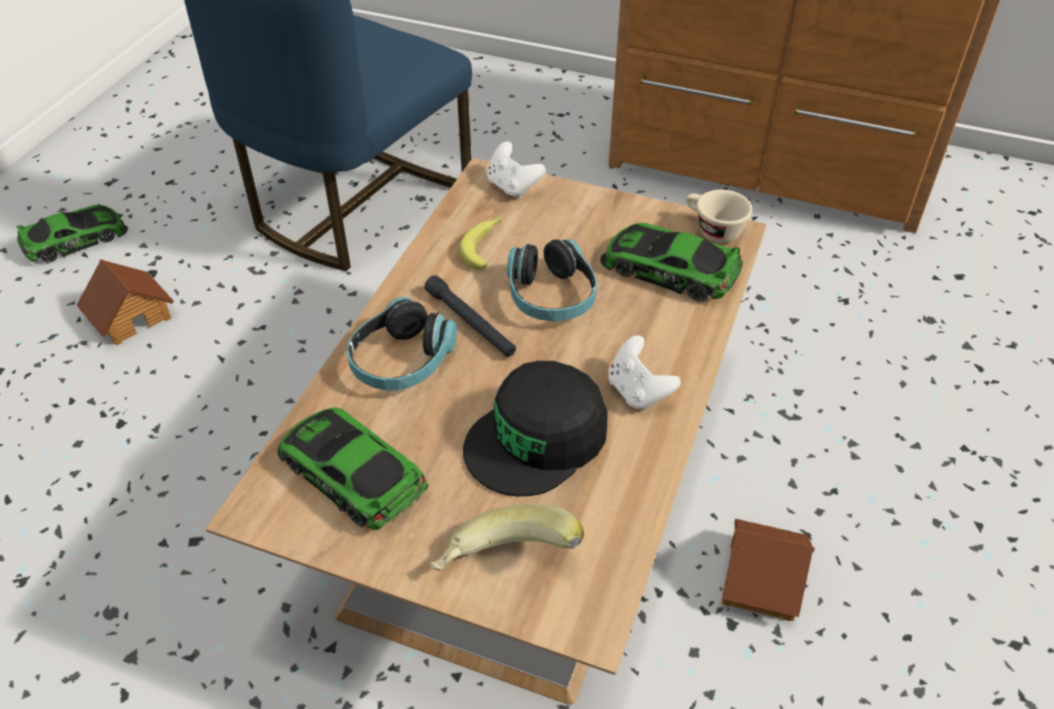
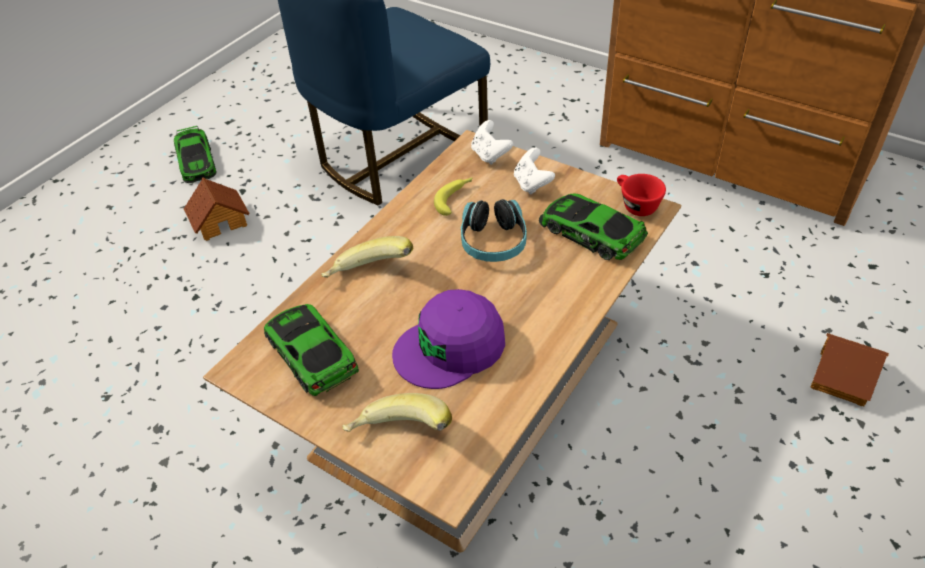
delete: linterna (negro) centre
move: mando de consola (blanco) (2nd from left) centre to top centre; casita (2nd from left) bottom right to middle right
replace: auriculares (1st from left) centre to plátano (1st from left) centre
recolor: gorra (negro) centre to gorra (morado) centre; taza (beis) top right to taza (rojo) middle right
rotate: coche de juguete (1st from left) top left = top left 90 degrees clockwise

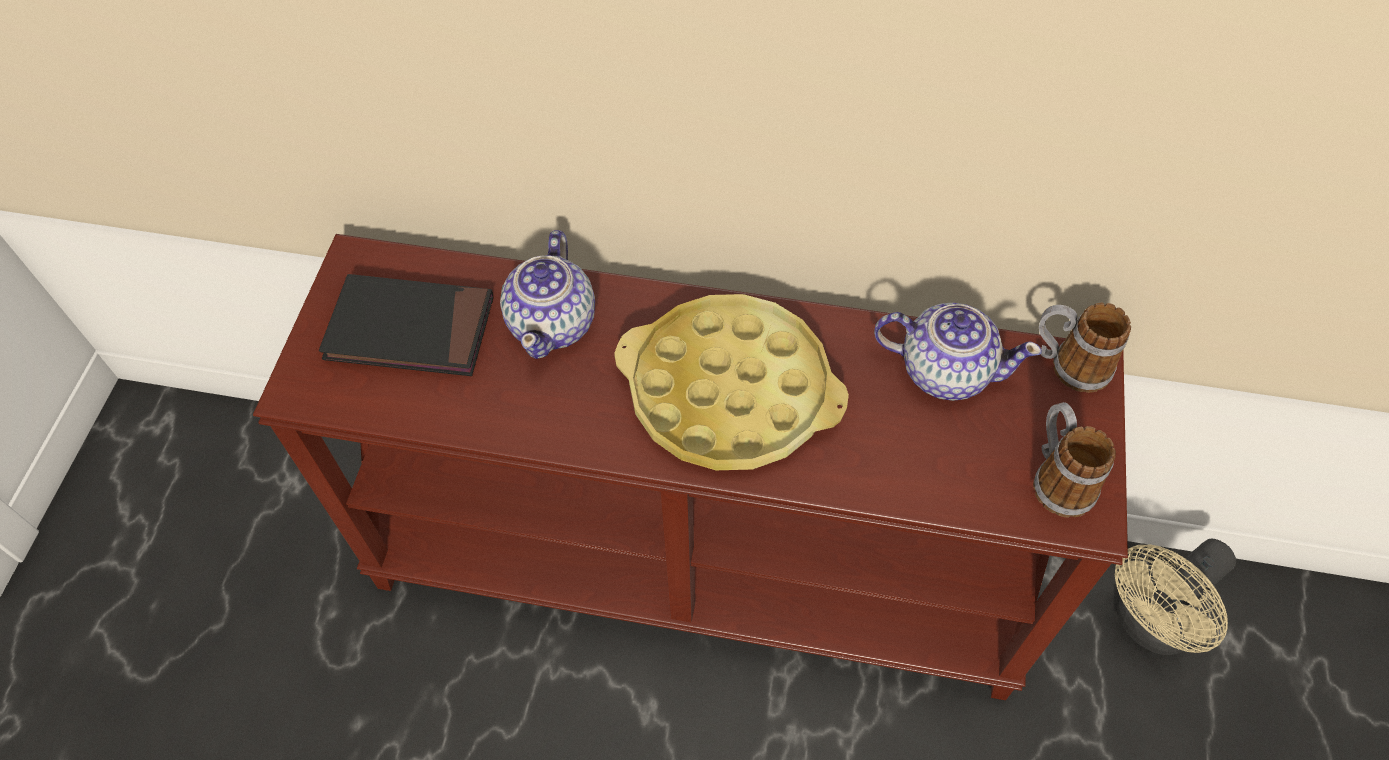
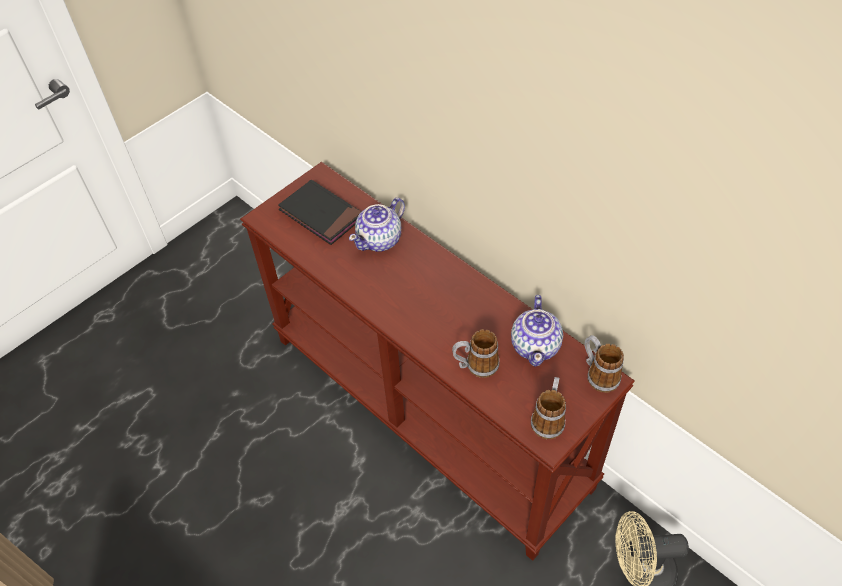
delete: bandeja (amarillo) centre
insert: taza grande (1st from left) centre
rotate: tetera (2nd from left) middle right = centre 45 degrees clockwise

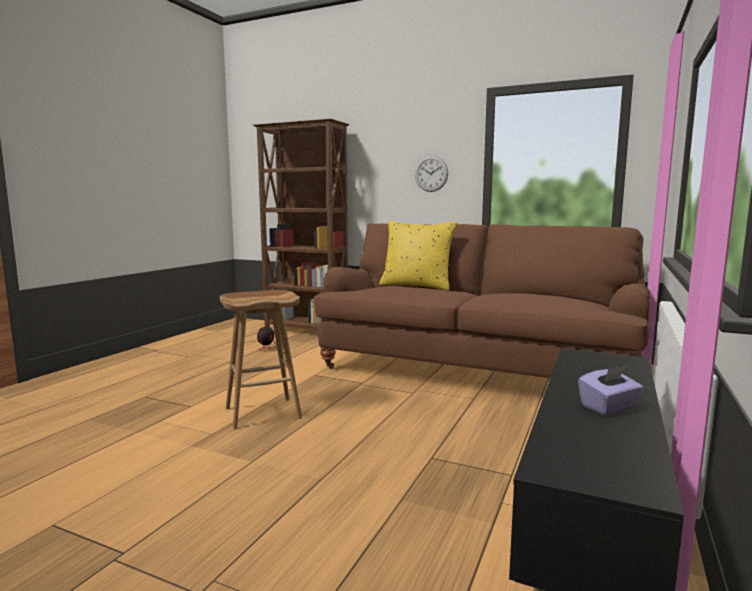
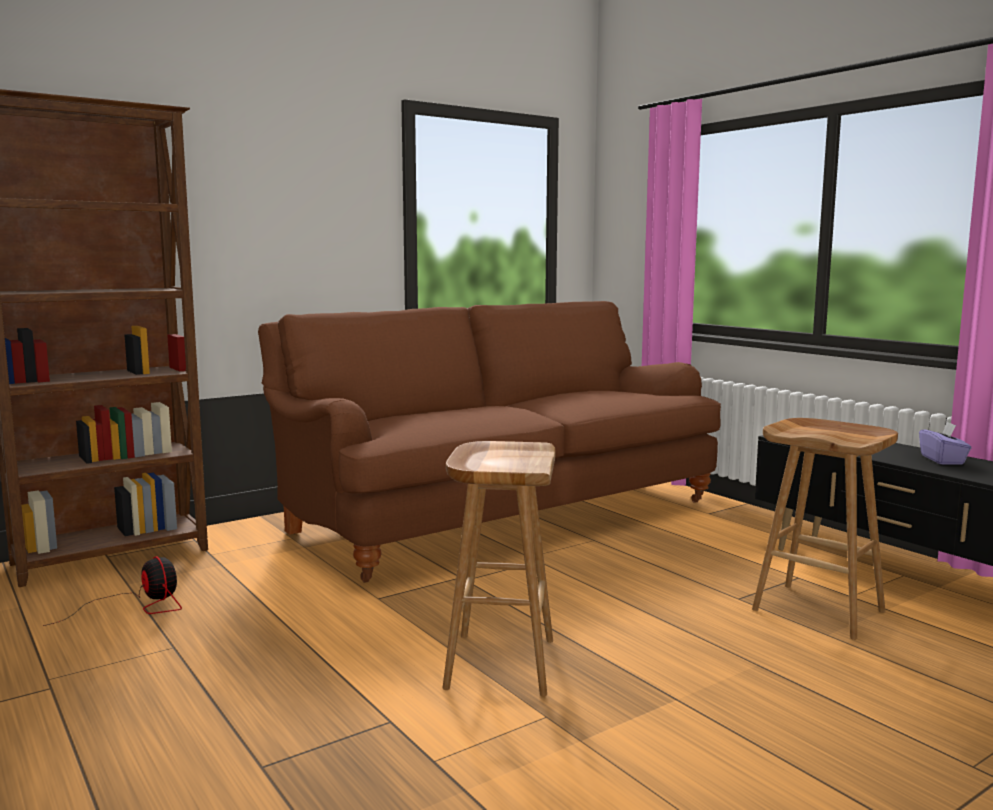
delete: cojín (amarillo) centre; reloj de pared top centre
insert: taburete (marrón) (2nd from left) middle right

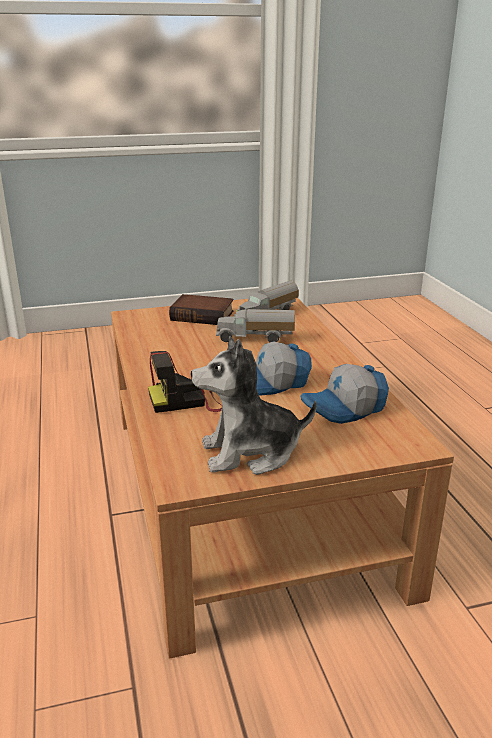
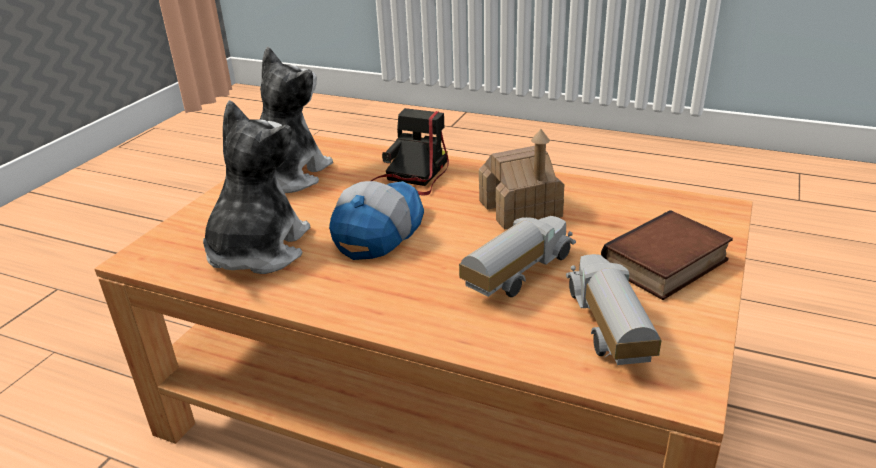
insert: casita centre
replace: gorra (2nd from left) middle right to peluche (1st from left) middle left

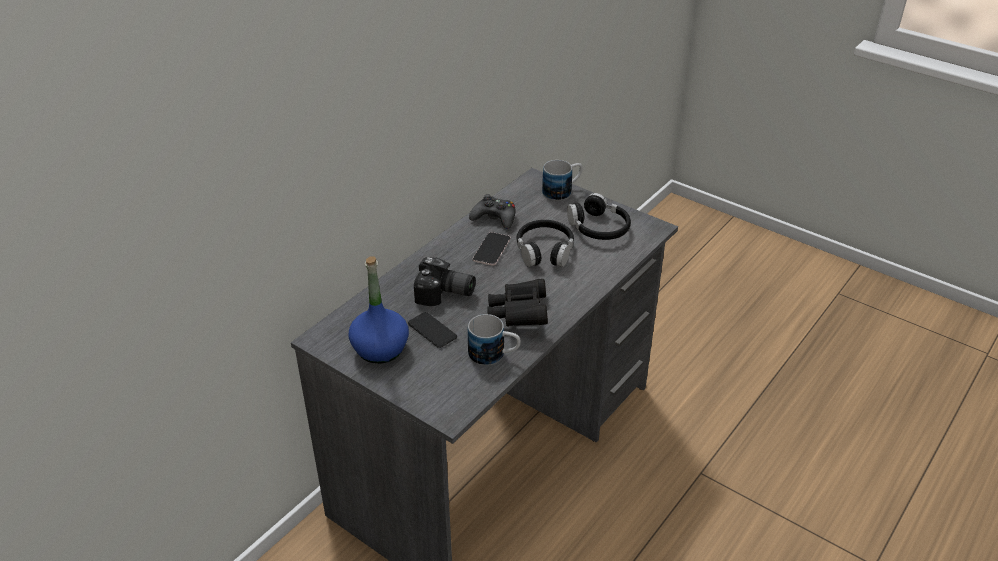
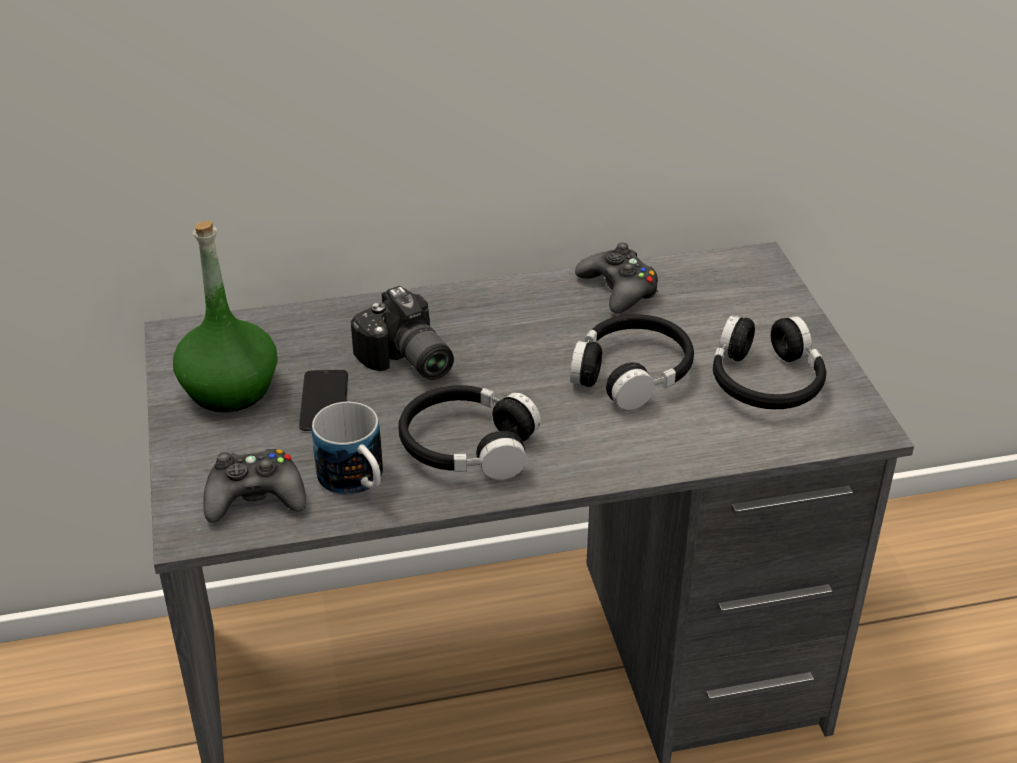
delete: móvil (2nd from left) centre; taza grande (2nd from left) top centre
insert: mando de consola (negro) (1st from left) middle left
replace: prismáticos (negro) centre to auriculares (negro) (1st from left) centre
recolor: botella (azul) centre to botella (verde) middle left

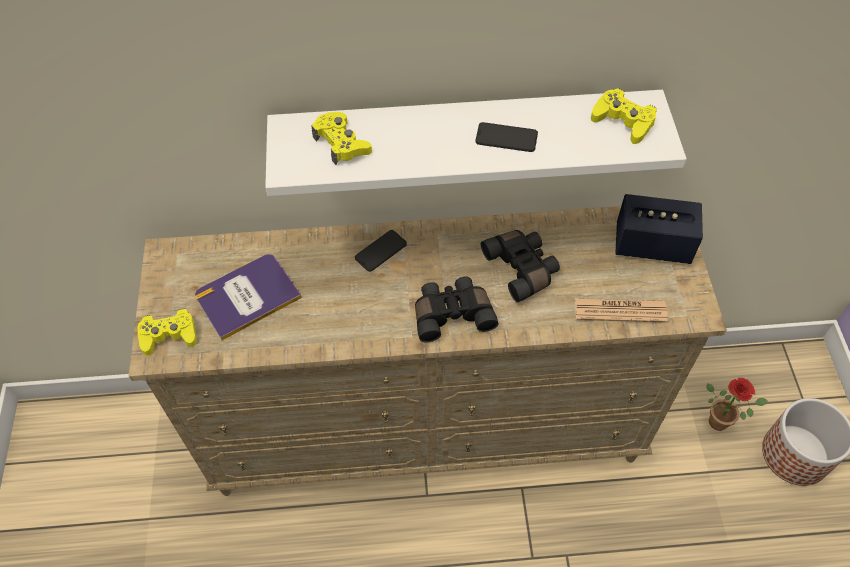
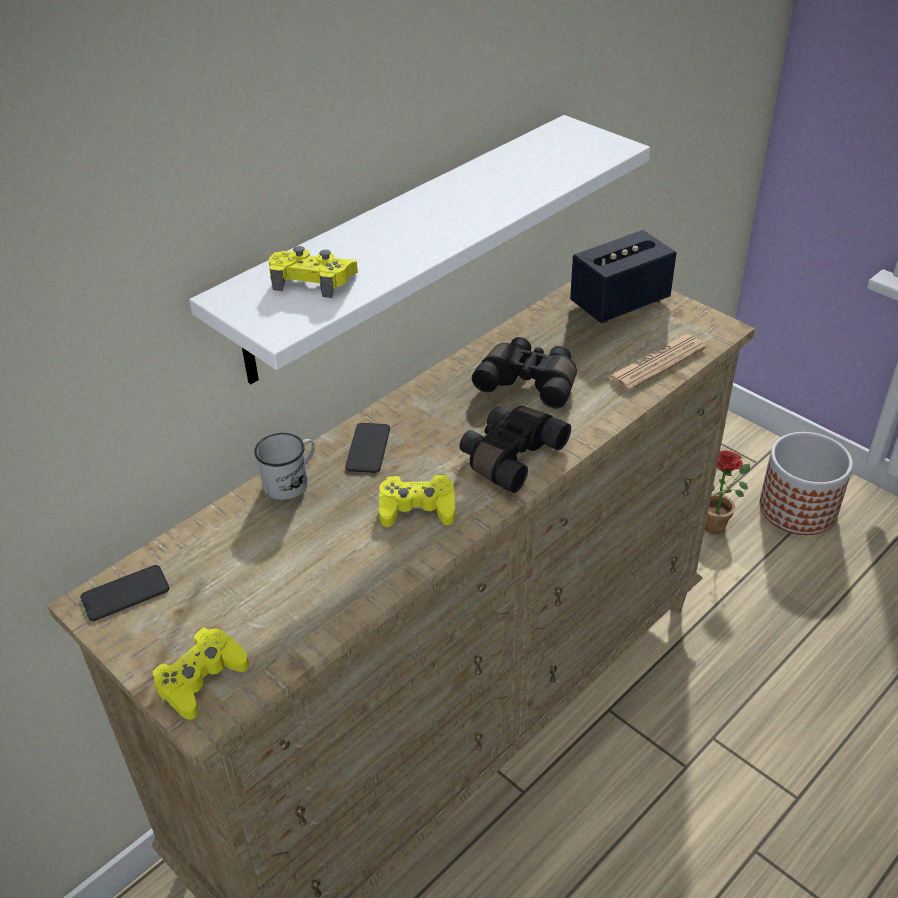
delete: libro middle left
insert: taza grande (blanco) middle left
move: móvil (2nd from left in the first image) top centre to móvil (1st from left) middle left; mando de consola (amarillo) (3rd from left) top right to centre

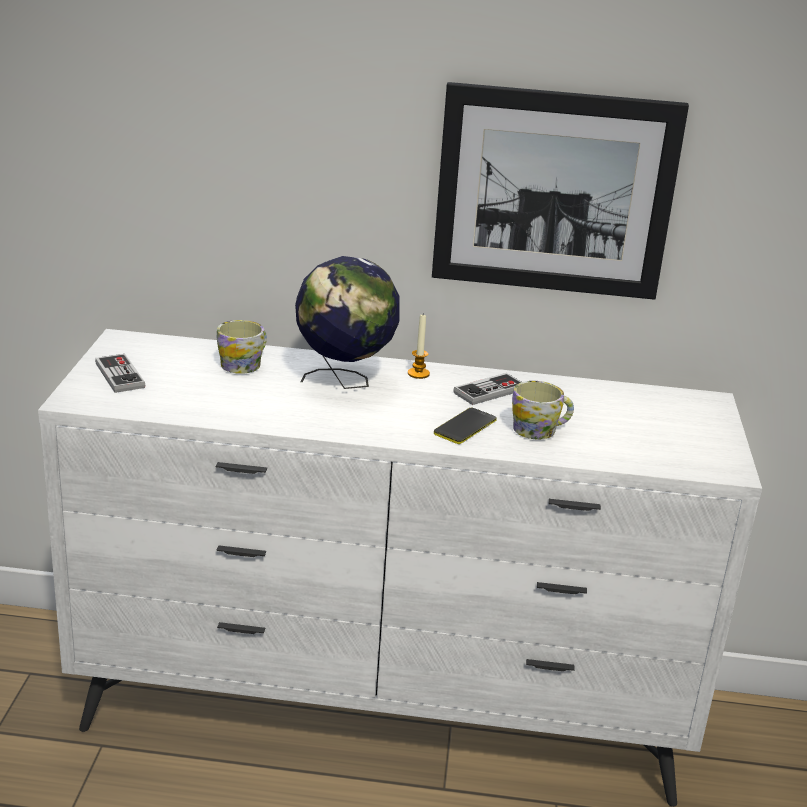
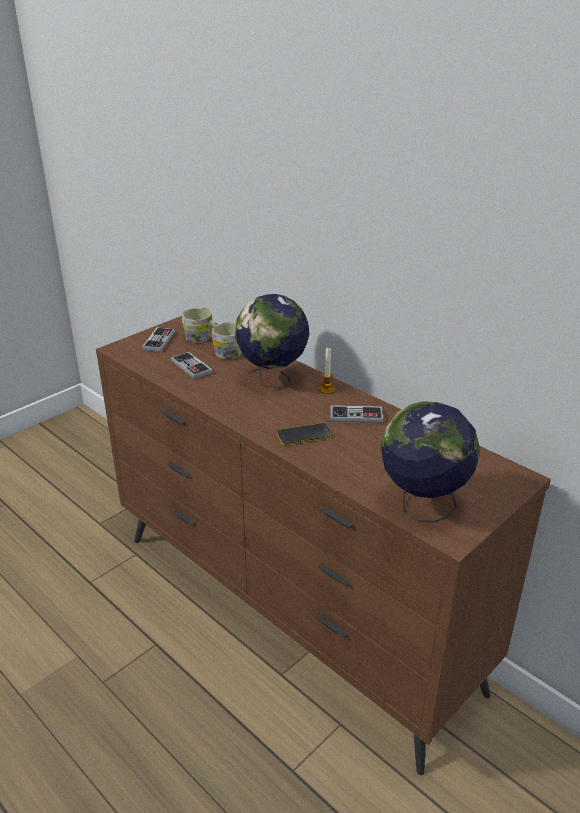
delete: cuadro top right
insert: mando de consola (2nd from left) middle left; globo terráqueo (2nd from left) middle right
move: taza grande (2nd from left in the first image) middle right to taza grande (1st from left) centre
recolor: cómoda (blanco) bottom centre to cómoda (marrón) bottom centre

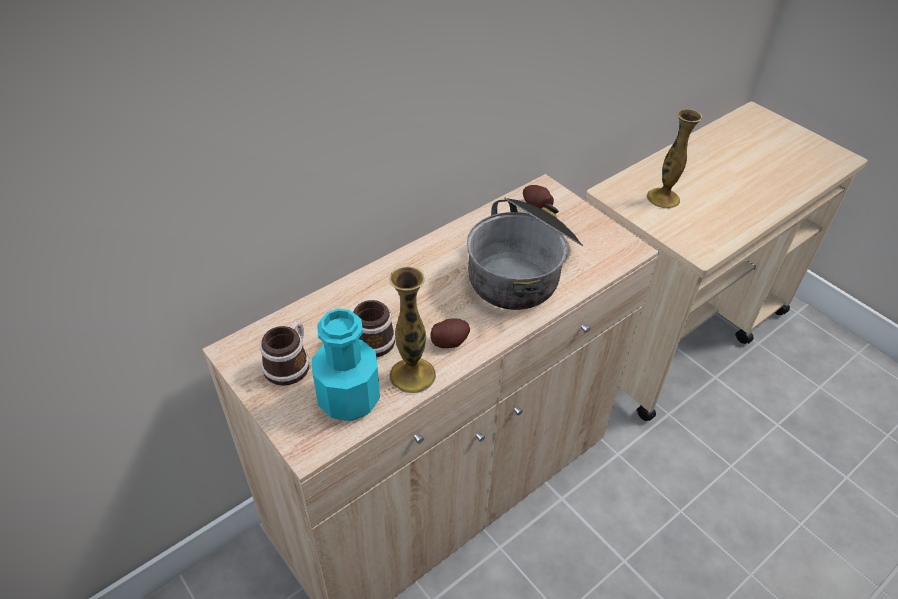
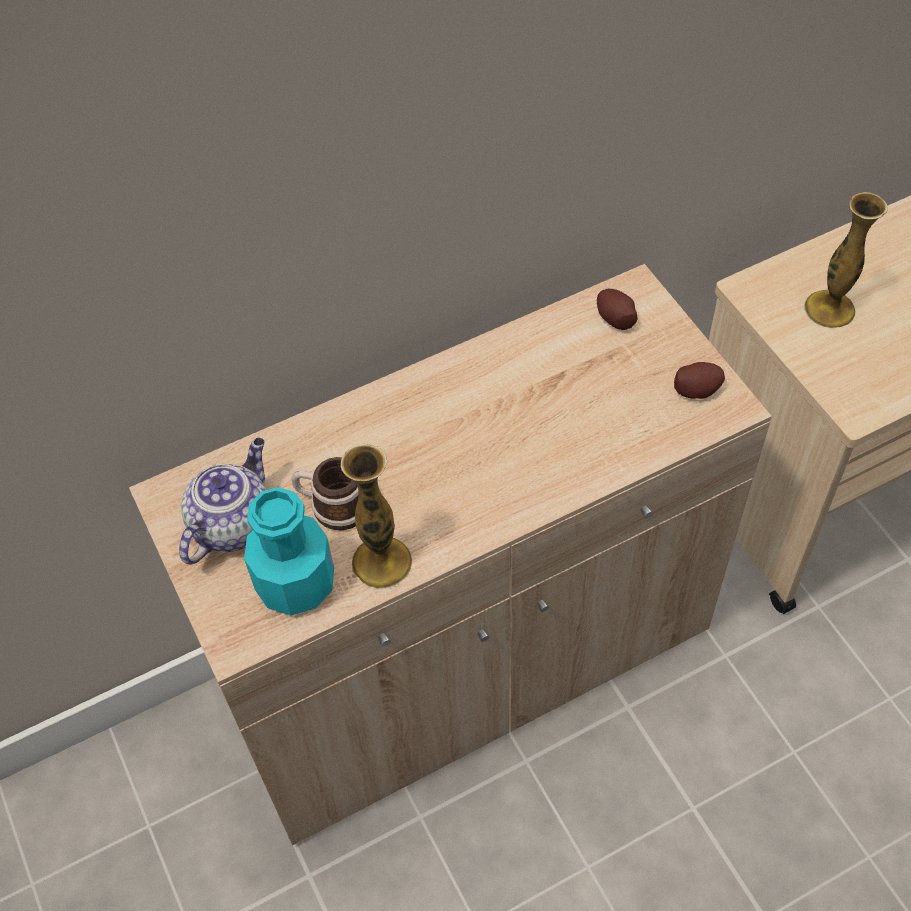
delete: olla centre
move: patata (1st from left in the first image) centre to patata (2nd from left) middle right
replace: taza grande (1st from left) middle left to tetera middle left

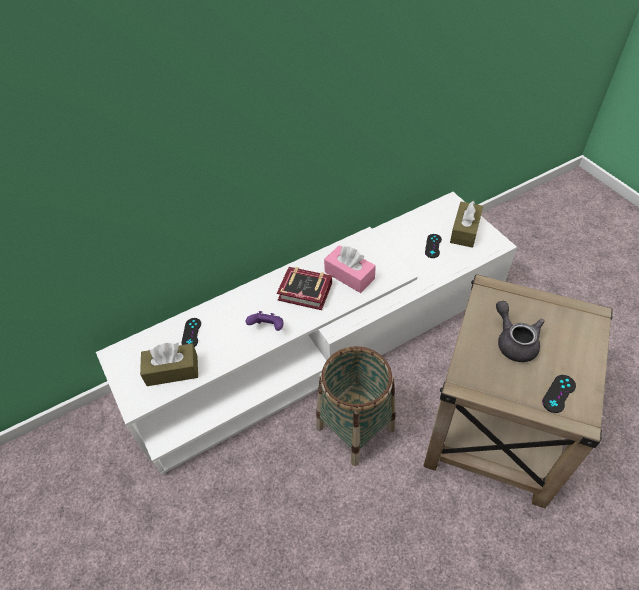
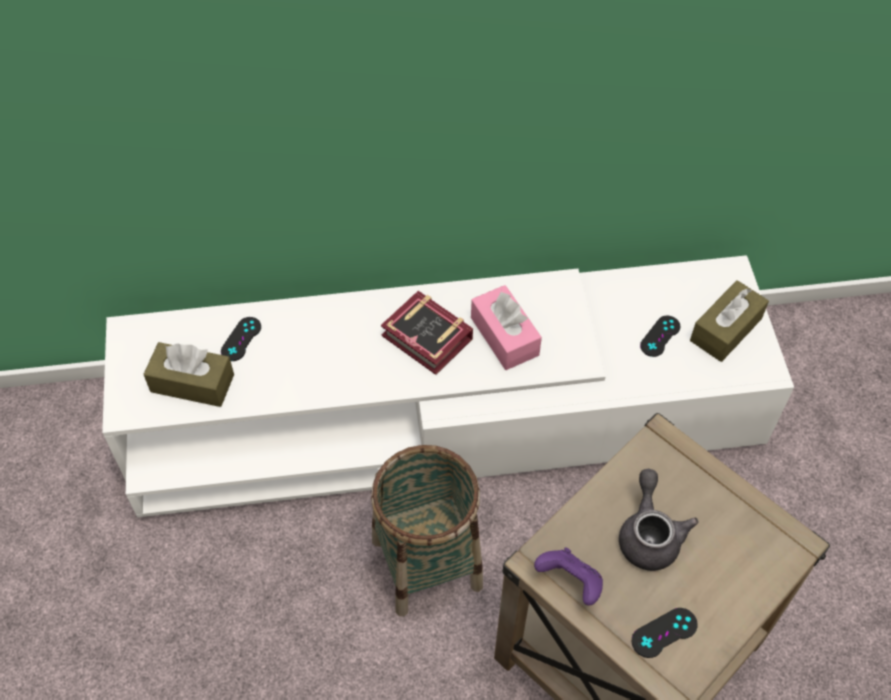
move: mando de consola (morado) centre to bottom centre

